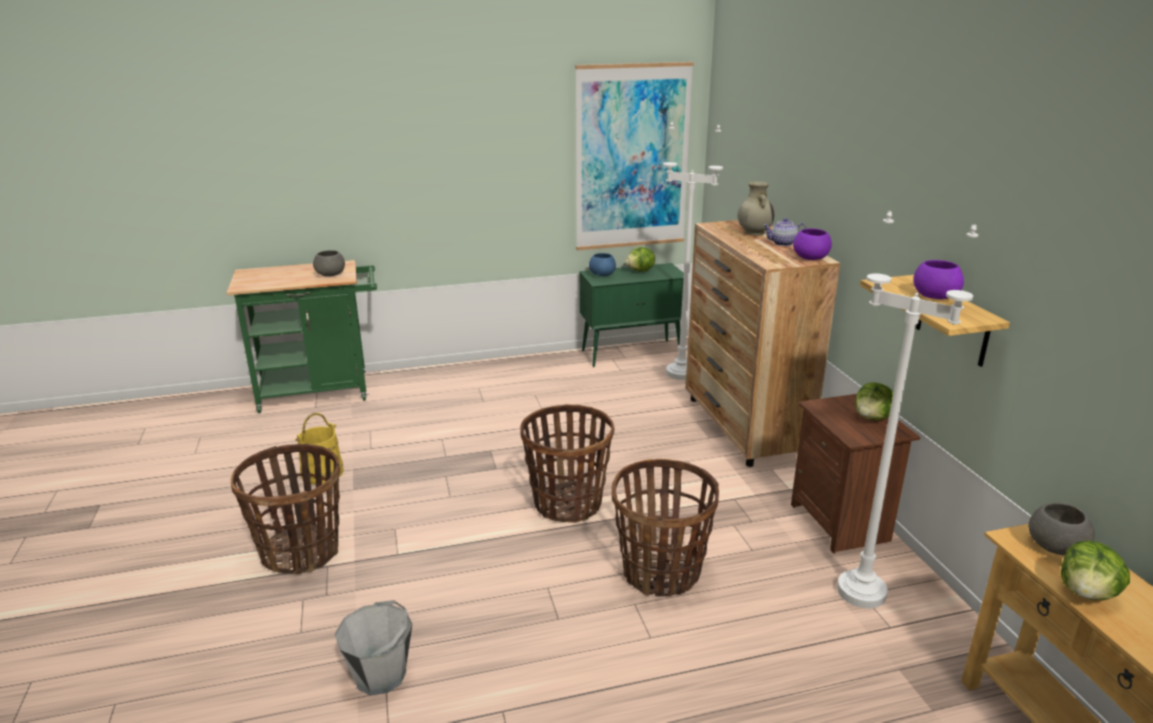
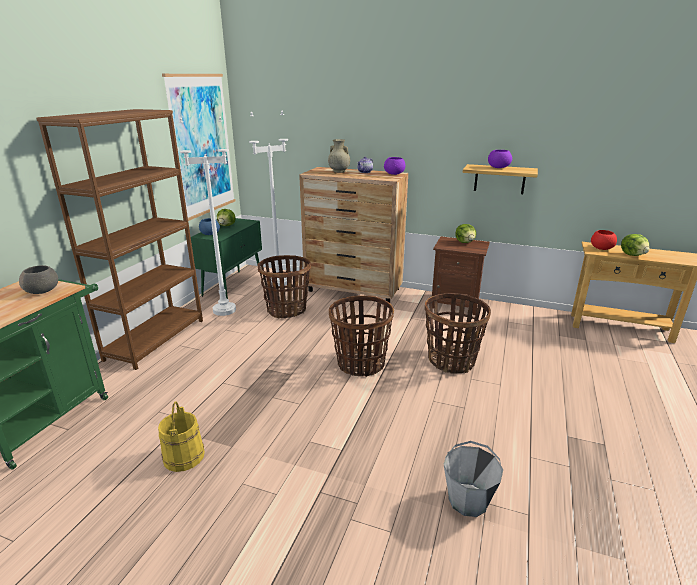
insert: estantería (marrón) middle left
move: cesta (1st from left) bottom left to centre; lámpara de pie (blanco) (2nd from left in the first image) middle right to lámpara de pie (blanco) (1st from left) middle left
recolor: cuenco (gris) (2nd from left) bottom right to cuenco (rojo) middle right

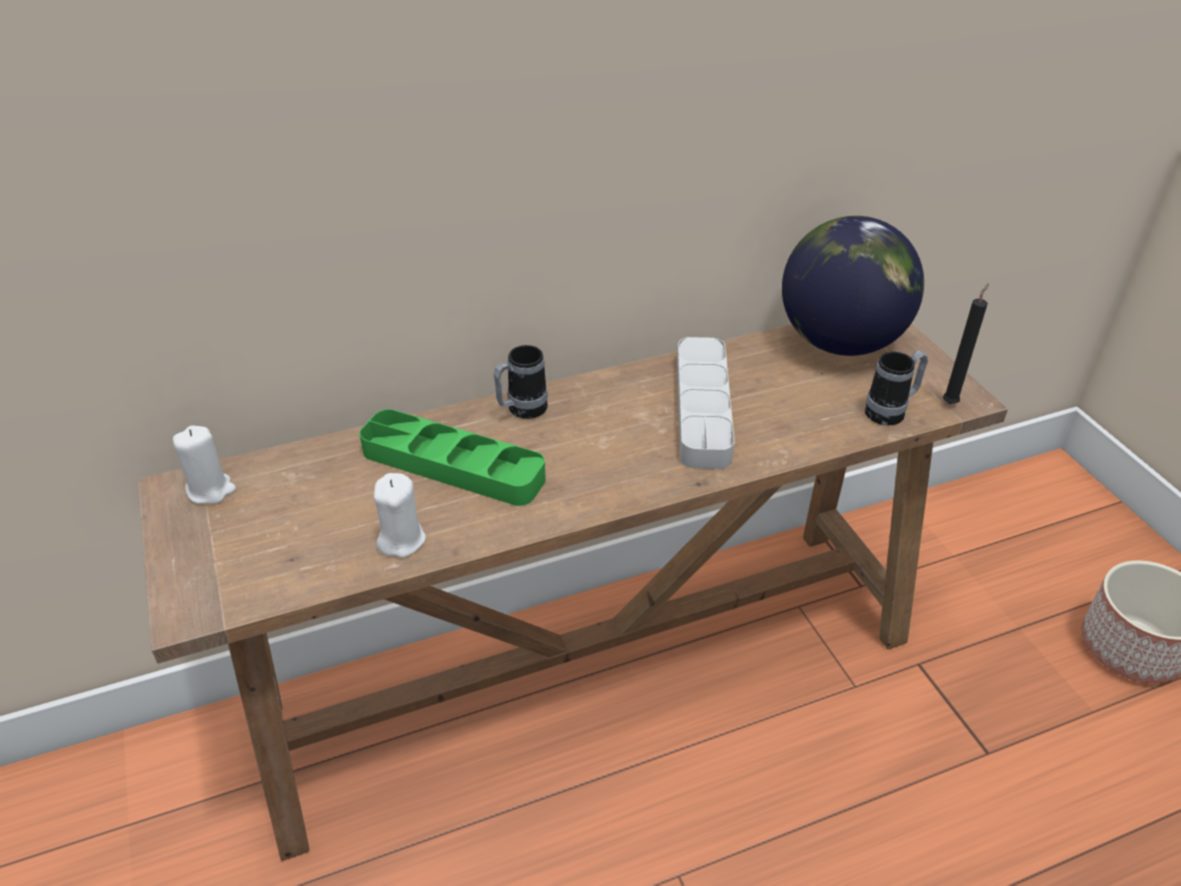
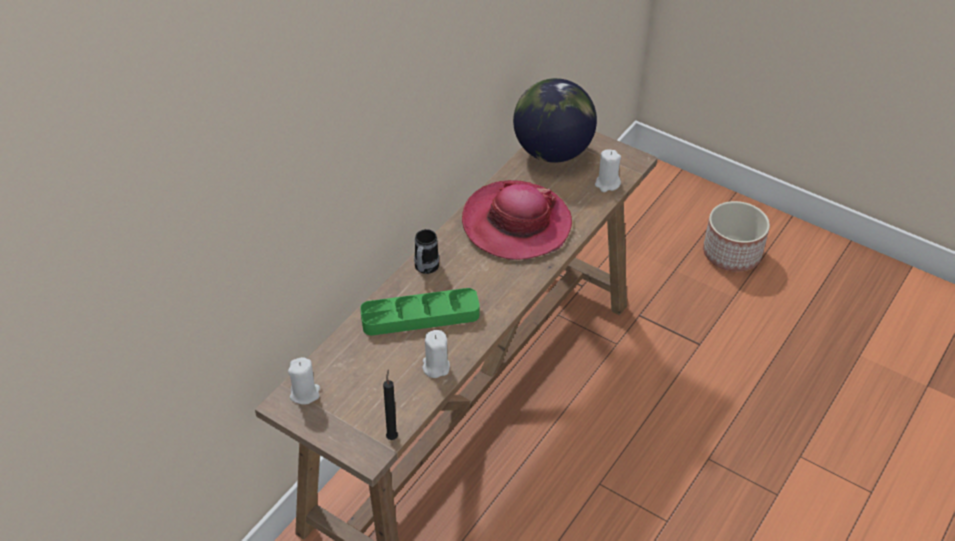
move: vela (negro) middle right to bottom centre
replace: bandeja (gris) centre to sombrero centre; taza grande (2nd from left) middle right to vela (blanco) (3rd from left) top centre

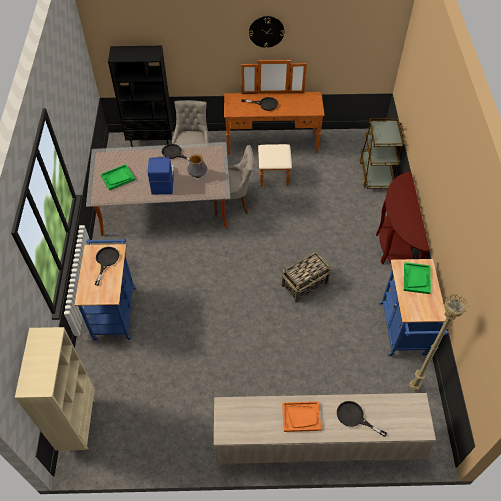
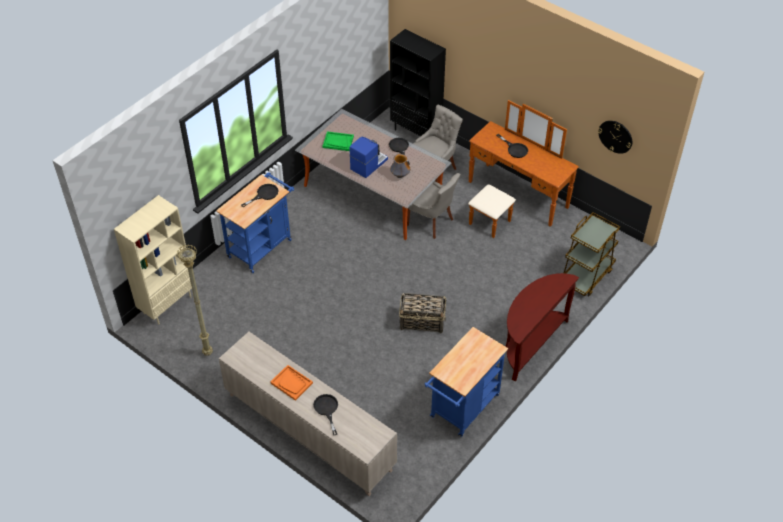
delete: bandeja (verde) (2nd from left) middle right
move: reloj de pared top centre to top right; lámpara de pie (beis) bottom right to middle left

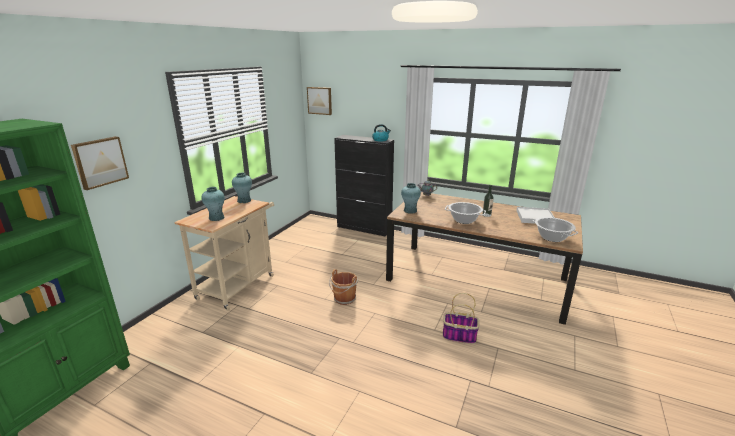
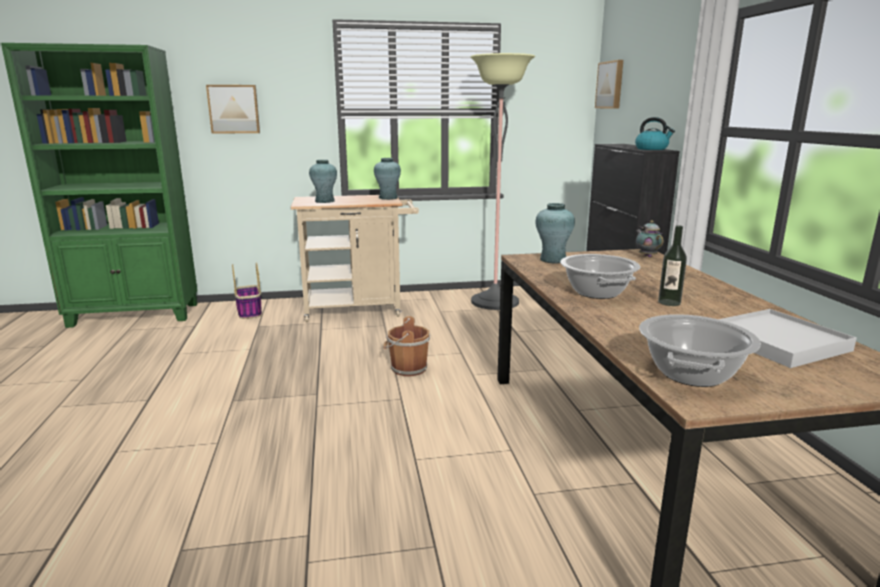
insert: lámpara de pie top centre
move: cesta bottom centre to middle left

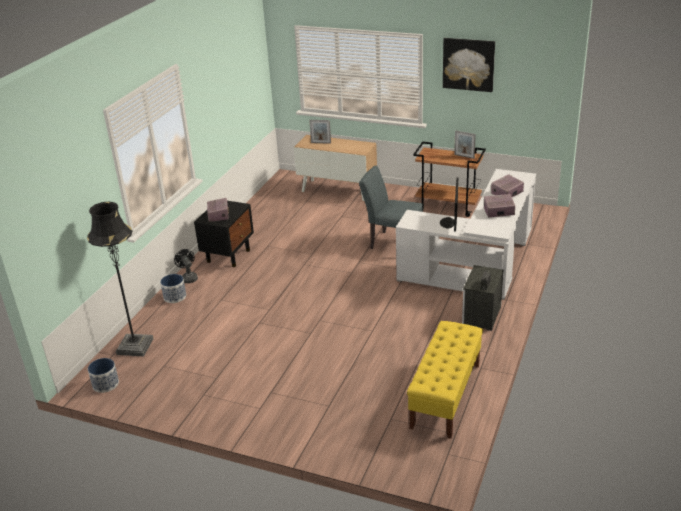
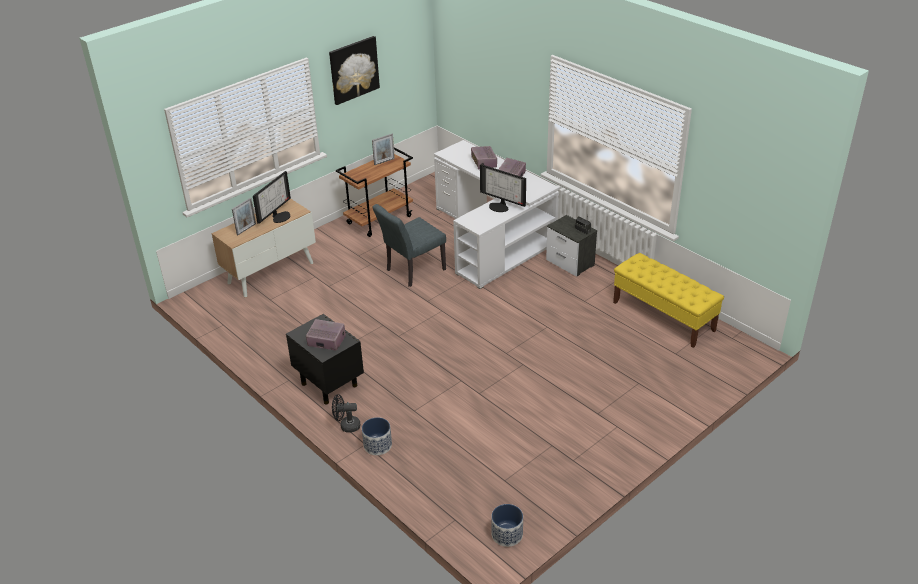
delete: lámpara de pie (negro) middle left
insert: monitor (1st from left) middle left

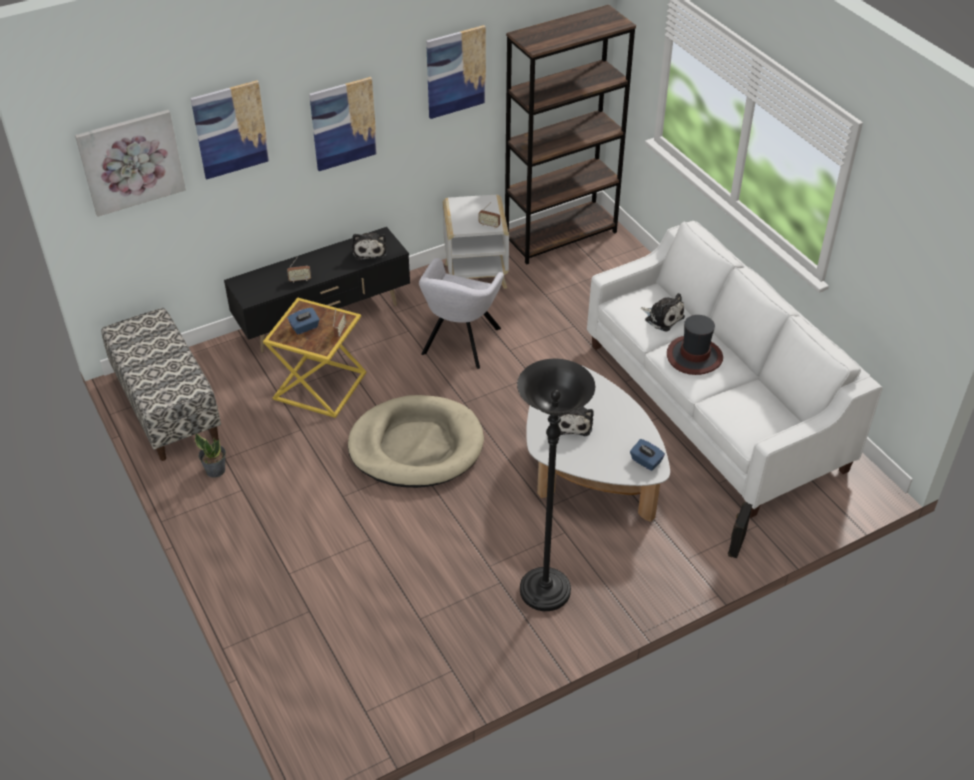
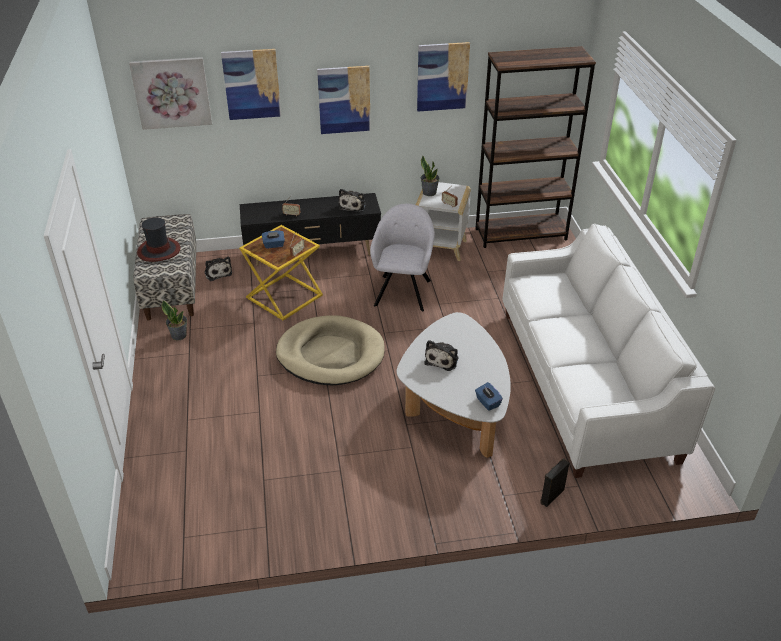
delete: lámpara de pie (negro) centre
insert: planta en maceta (2nd from left) top centre
move: peluche (3rd from left in the first image) middle right to peluche (1st from left) middle left; sombrero middle right to middle left
rotate: sillón (gris) centre = centre 150 degrees clockwise

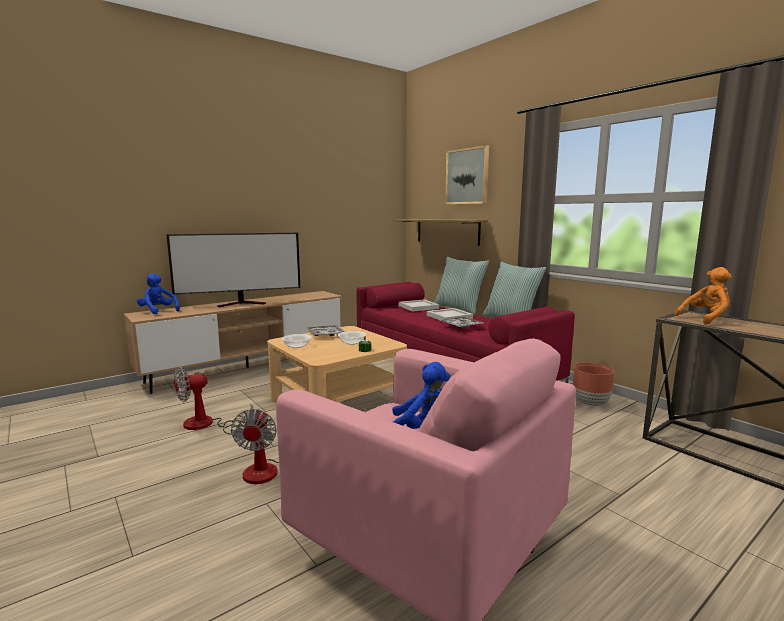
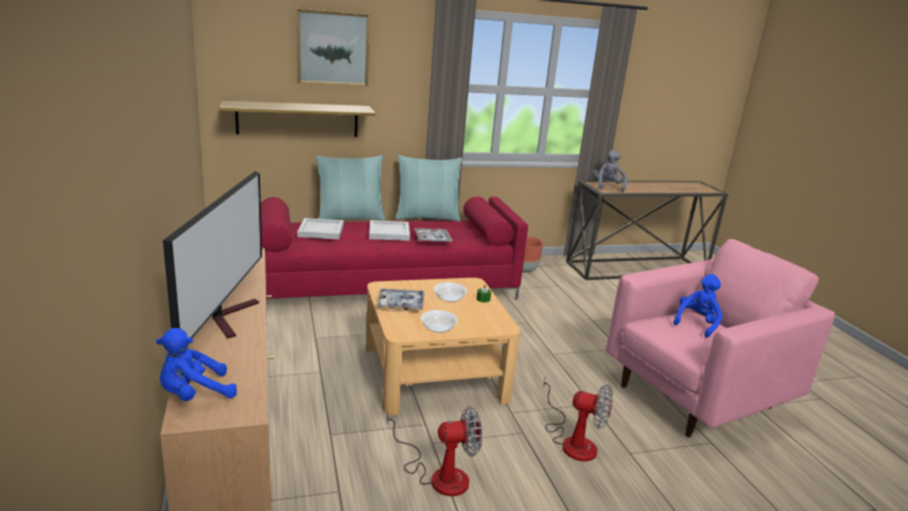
recolor: peluche (naranja) middle right to peluche (gris) middle right
rotate: ventilador (1st from left) middle left = bottom centre 90 degrees counterclockwise

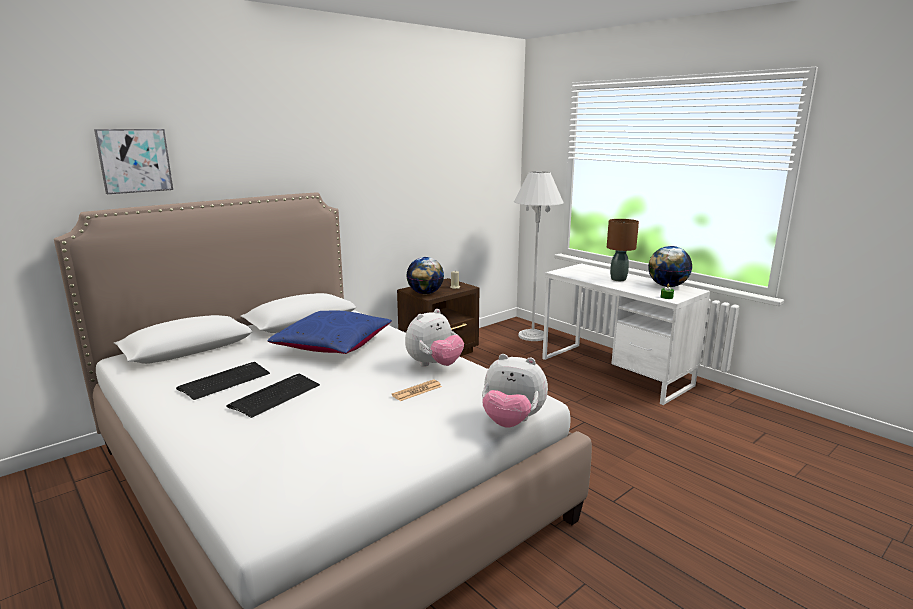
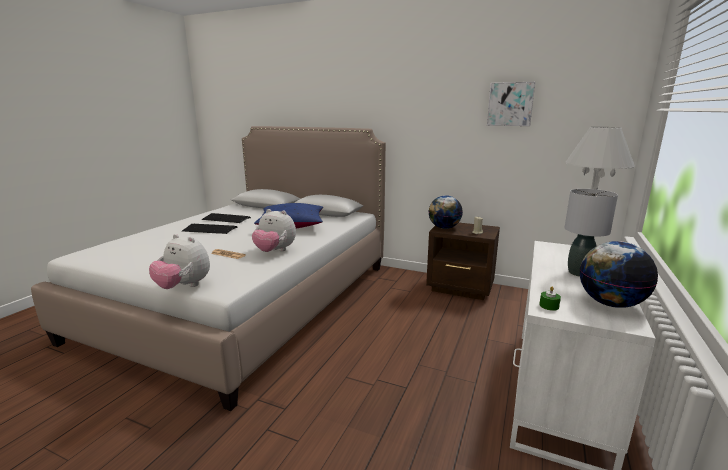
move: cuadro top left to top right
recolor: lámpara de mesa (marrón) middle right to lámpara de mesa (gris) middle right
rotate: peluche (2nd from left in the first image) centre = middle left 60 degrees counterclockwise

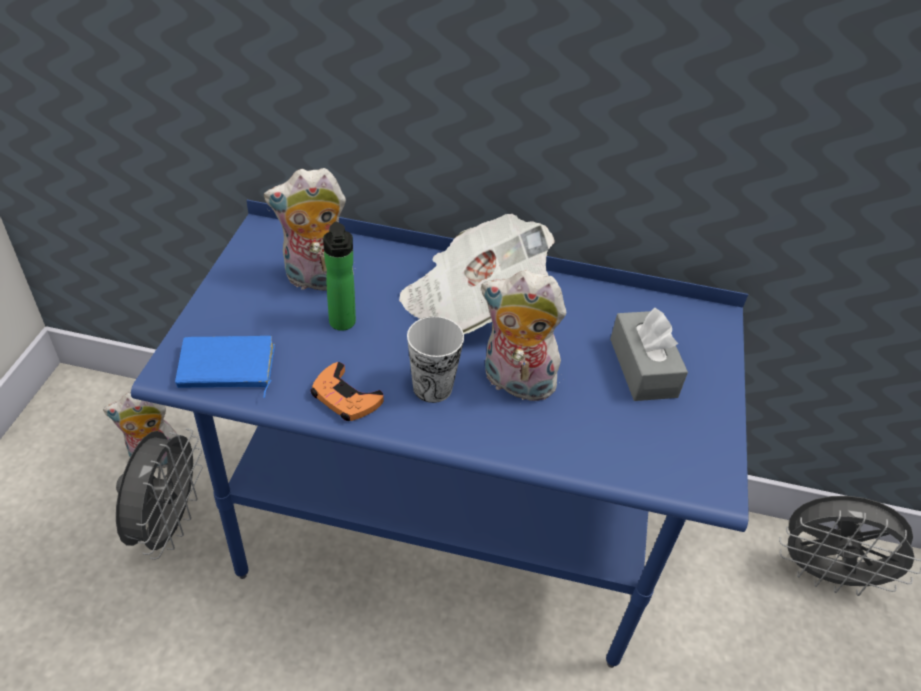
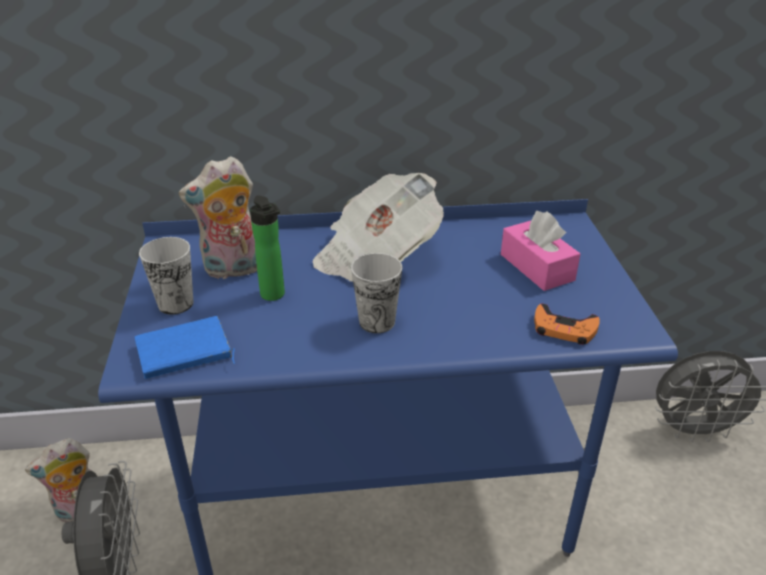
delete: peluche (3rd from left) centre
insert: taza (1st from left) middle left
move: mando de consola (naranja) centre to middle right
recolor: caja de pañuelos (gris) middle right to caja de pañuelos (rosa) middle right

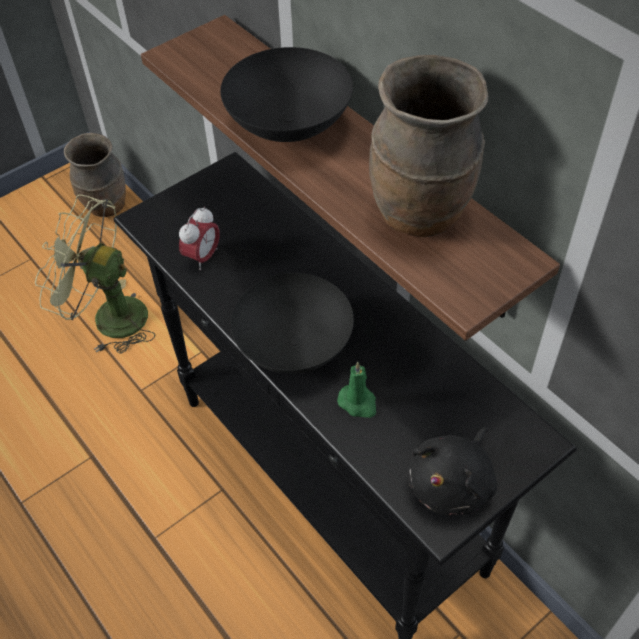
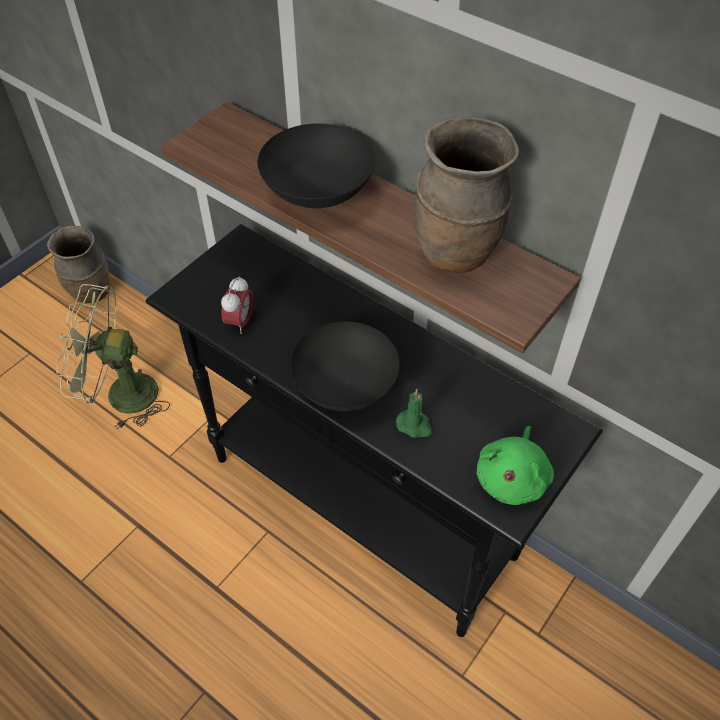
recolor: peluche (negro) bottom right to peluche (verde) middle right

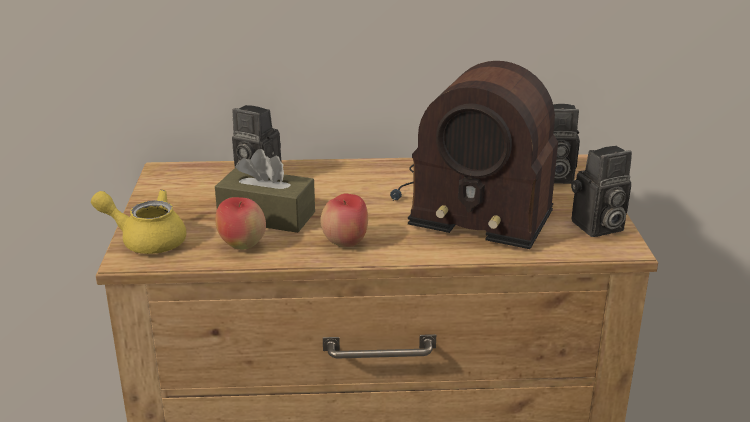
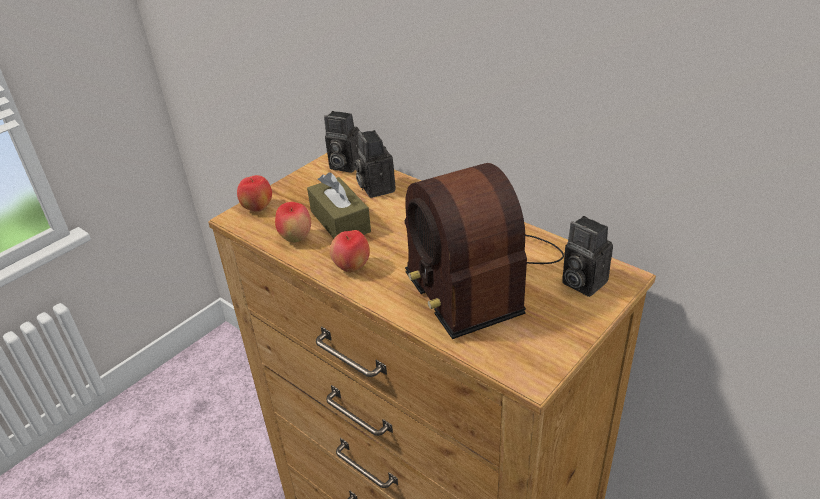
move: cámara (3rd from left in the first image) middle right to cámara (1st from left) top centre
replace: tetera (amarillo) middle left to manzana (1st from left) middle left

